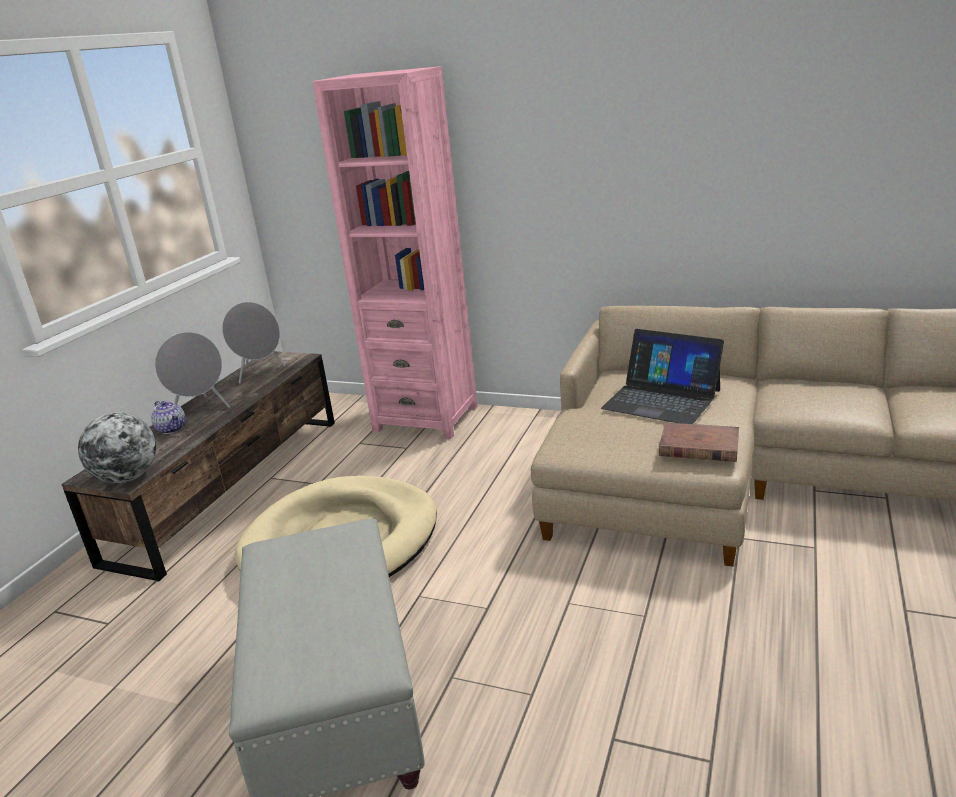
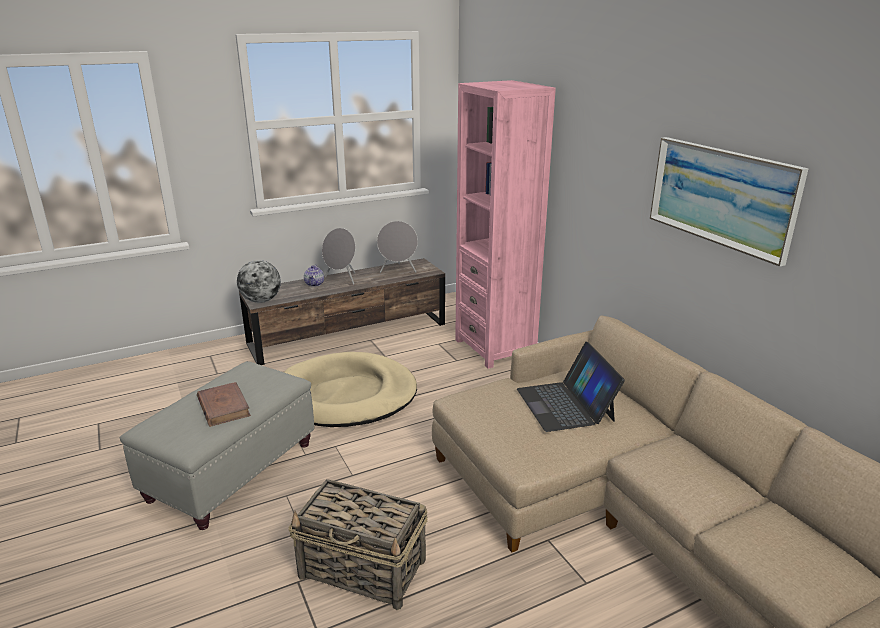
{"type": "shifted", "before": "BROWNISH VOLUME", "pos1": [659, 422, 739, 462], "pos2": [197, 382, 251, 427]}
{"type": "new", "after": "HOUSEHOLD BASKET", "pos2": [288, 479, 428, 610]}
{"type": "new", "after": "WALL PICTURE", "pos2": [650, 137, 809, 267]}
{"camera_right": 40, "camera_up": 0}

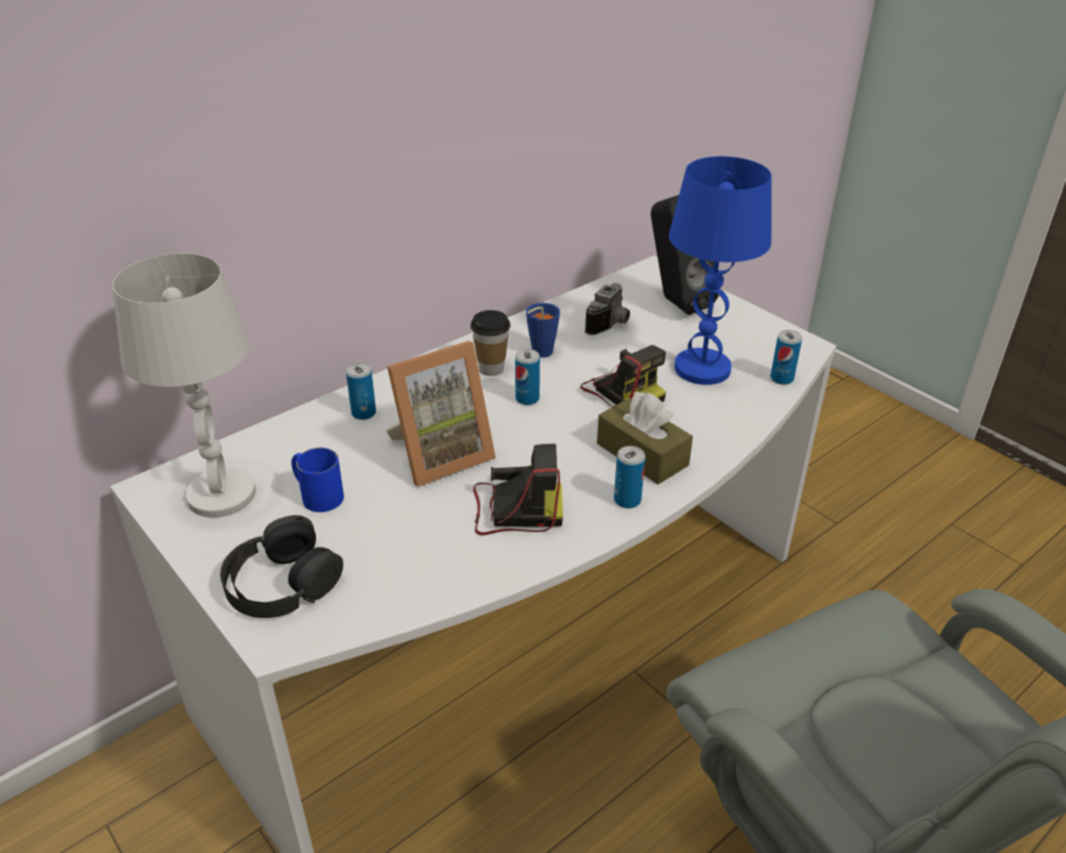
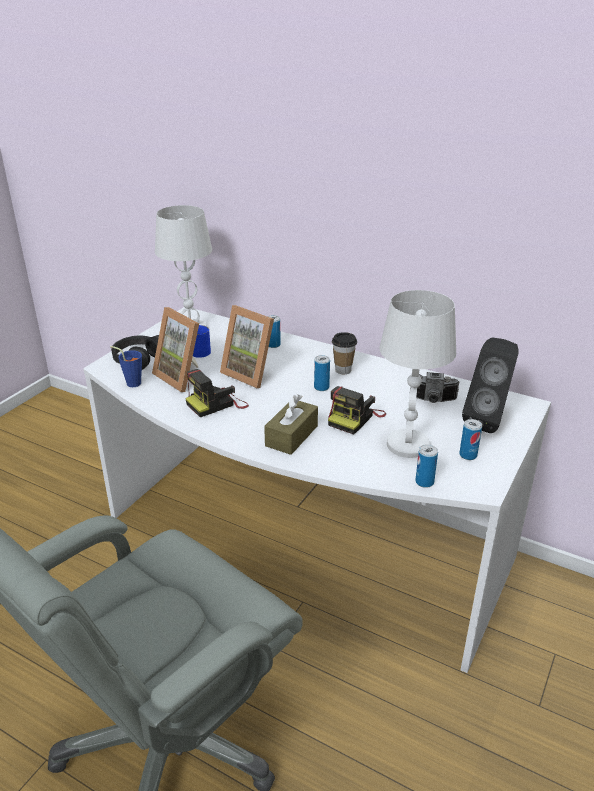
{"type": "rotated", "before": "STILL CAMERA", "pos1": [473, 444, 563, 535], "pos2": [185, 369, 249, 417], "turn": 75}
{"type": "shifted", "before": "BLUE-COLOURED DRINKING CUP", "pos1": [526, 303, 560, 358], "pos2": [110, 346, 142, 387]}
{"type": "shifted", "before": "METAL CAN", "pos1": [614, 446, 645, 509], "pos2": [459, 419, 482, 460]}
{"type": "repainted", "before": "BLUE-COLOURED TABLE LAMP", "after": "WHITE-COLOURED TABLE LAMP", "pos1": [669, 156, 772, 385], "pos2": [380, 290, 456, 458]}
{"type": "new", "after": "PICTURE FRAME", "pos2": [152, 307, 199, 392]}
{"camera_right": 70, "camera_up": -5}

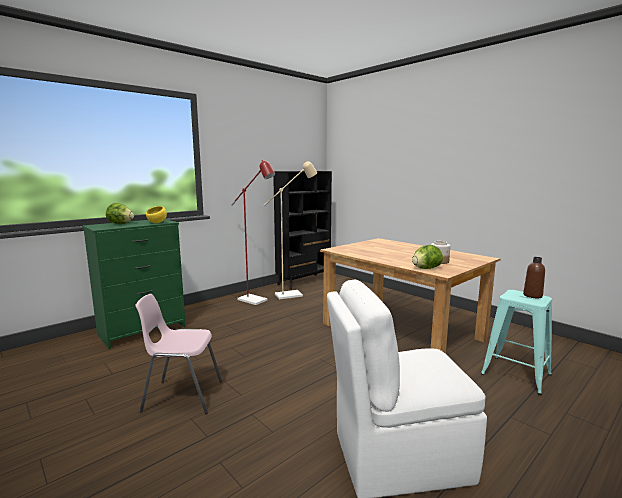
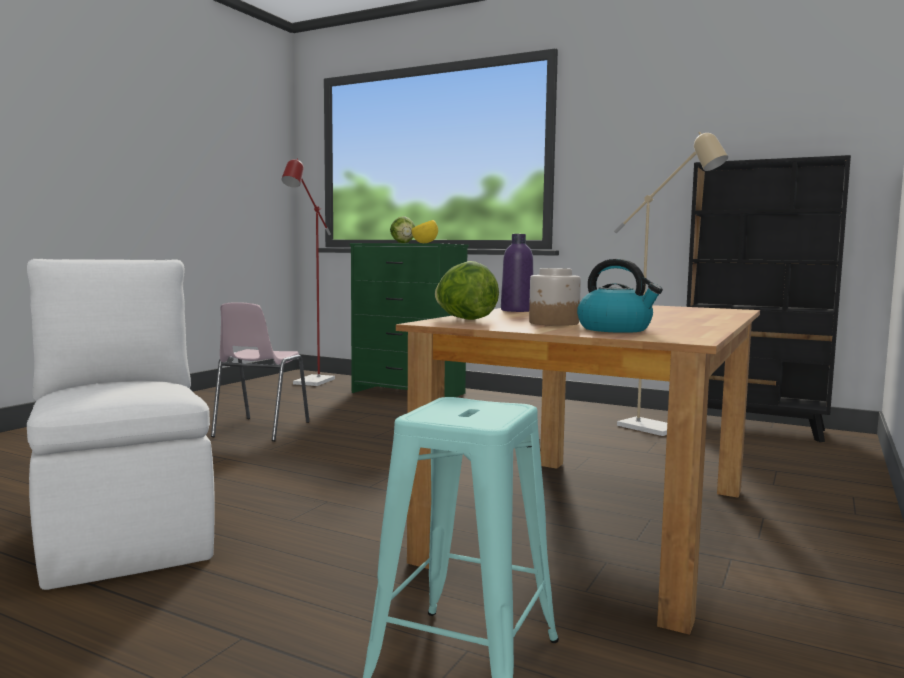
{"type": "rotated", "before": "PINK-COLOURED UPRIGHT CHAIR", "pos1": [136, 294, 222, 414], "pos2": [211, 302, 310, 441], "turn": -150}
{"type": "shifted", "before": "REDDISH STANDARD LAMP", "pos1": [231, 160, 275, 305], "pos2": [281, 158, 335, 386]}
{"type": "gone", "before": "BROWNISH BOTTLE", "pos1": [523, 257, 545, 298]}
{"type": "new", "after": "PURPLE BOTTLE", "pos2": [501, 234, 533, 312]}
{"type": "new", "after": "KETTLE", "pos2": [577, 259, 663, 333]}
{"camera_right": 70, "camera_up": -5}

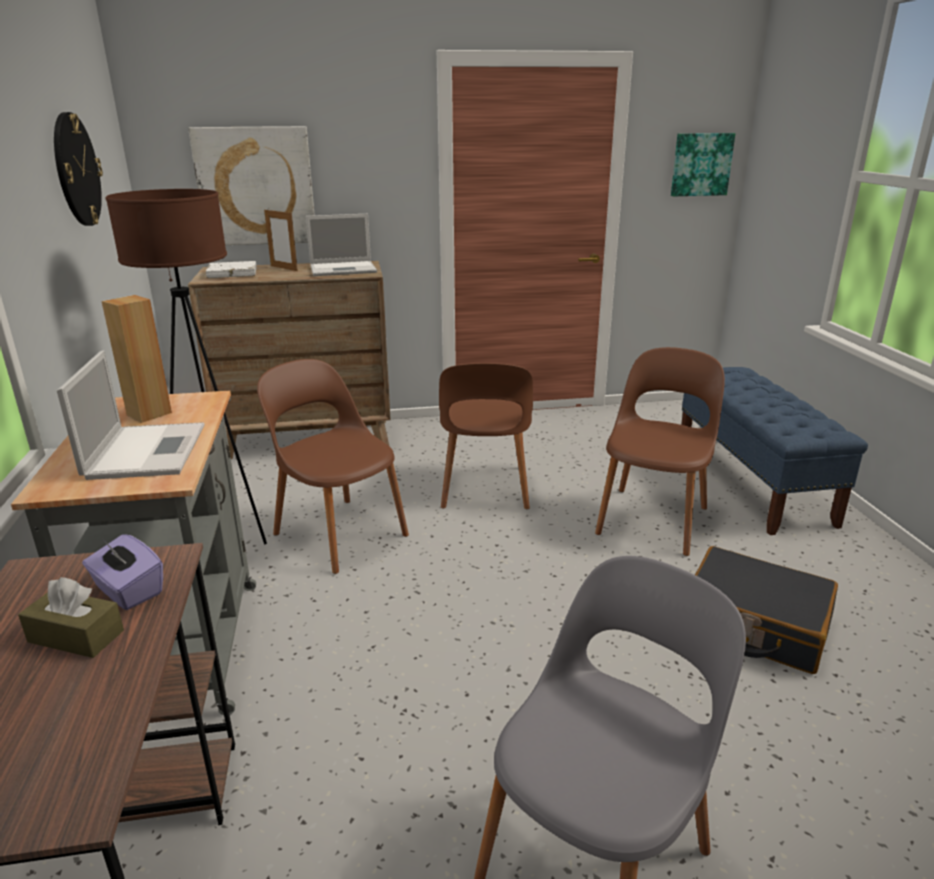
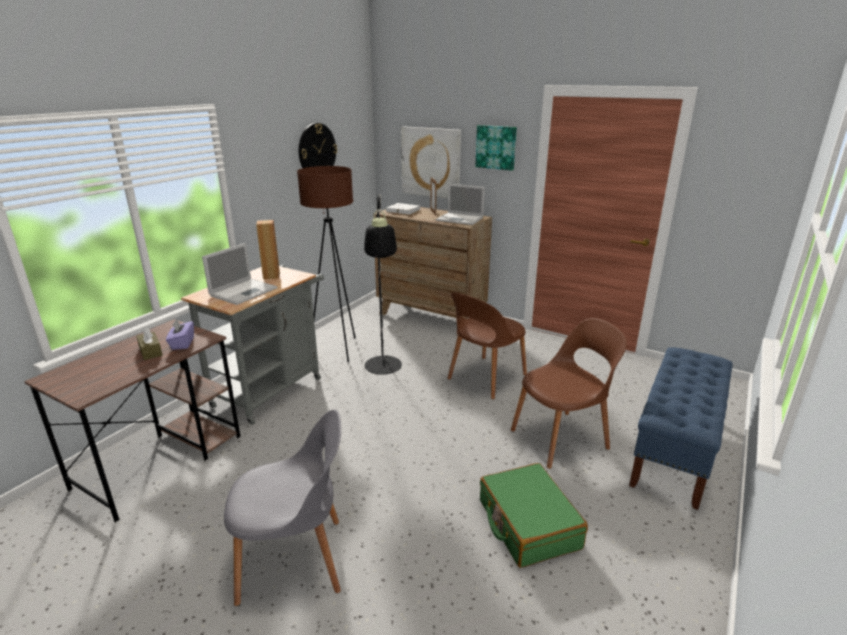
{"type": "swapped", "before": "BROWNISH UPRIGHT CHAIR", "after": "BLACK-COLOURED STANDARD LAMP", "pos1": [257, 359, 409, 574], "pos2": [364, 194, 402, 375]}
{"type": "shifted", "before": "WALL PICTURE", "pos1": [671, 133, 735, 196], "pos2": [475, 125, 517, 171]}
{"type": "repainted", "before": "BLACK-COLOURED PIECE OF LUGGAGE", "after": "GREEN PIECE OF LUGGAGE", "pos1": [695, 546, 838, 674], "pos2": [480, 463, 588, 568]}
{"camera_right": 40, "camera_up": 0}

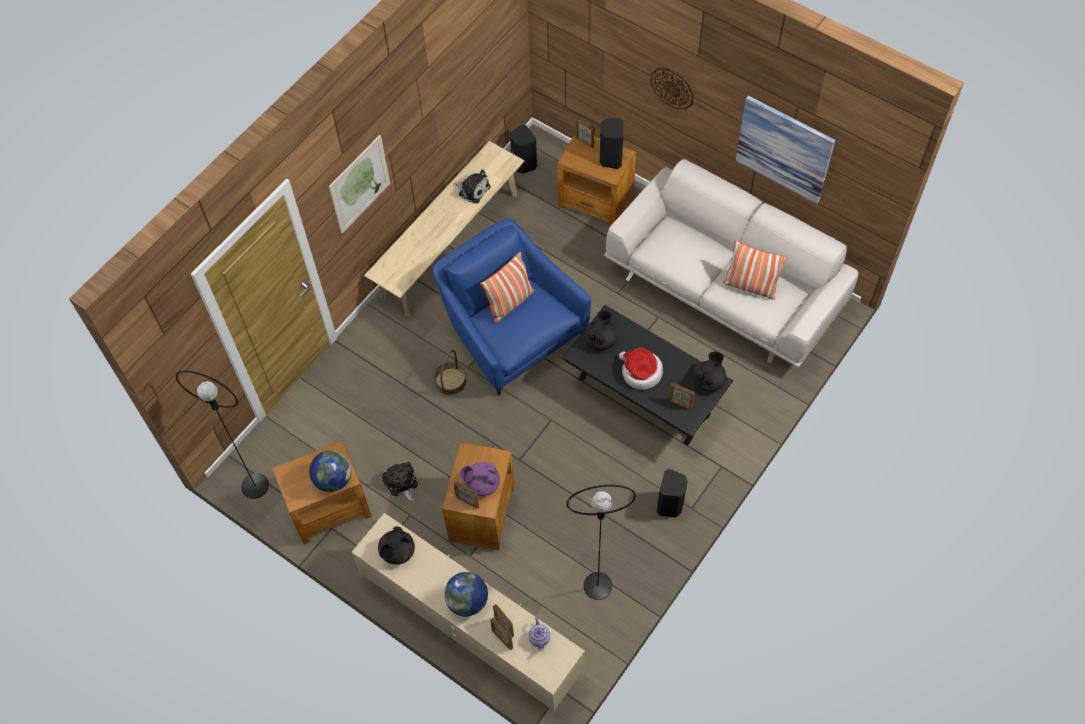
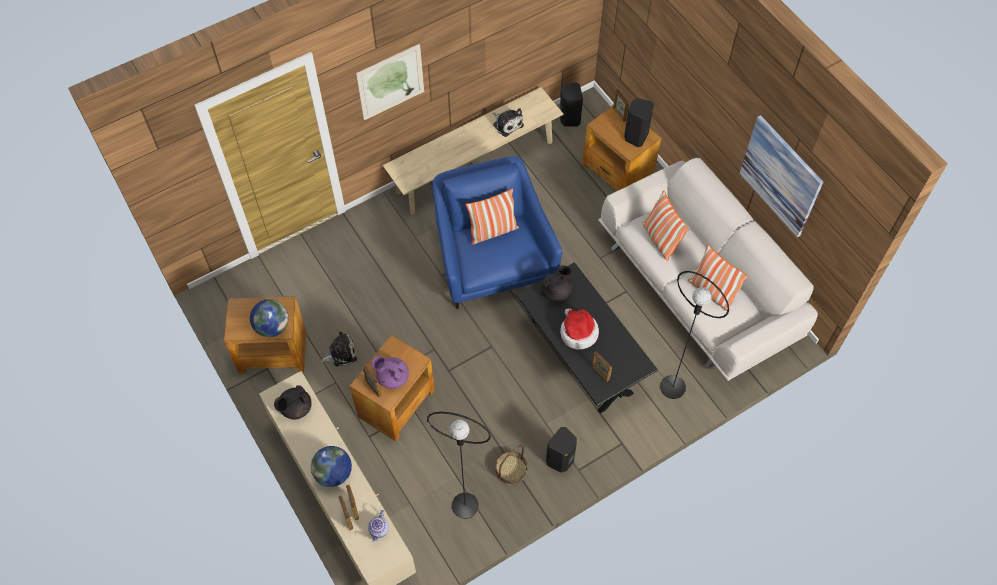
{"type": "shifted", "before": "BLACK-COLOURED STANDARD LAMP", "pos1": [176, 371, 269, 499], "pos2": [660, 271, 729, 399]}
{"type": "rotated", "before": "SOFT TOY", "pos1": [382, 462, 418, 502], "pos2": [321, 331, 357, 366], "turn": 75}
{"type": "shifted", "before": "HOUSEHOLD BASKET", "pos1": [434, 350, 467, 395], "pos2": [495, 445, 527, 485]}
{"type": "gone", "before": "HANGING CLOCK", "pos1": [650, 68, 694, 110]}
{"type": "gone", "before": "BLACK-COLOURED TEA POT", "pos1": [692, 351, 726, 392]}
{"type": "new", "after": "CUSHION", "pos2": [642, 191, 689, 261]}
{"camera_right": 20, "camera_up": 0}

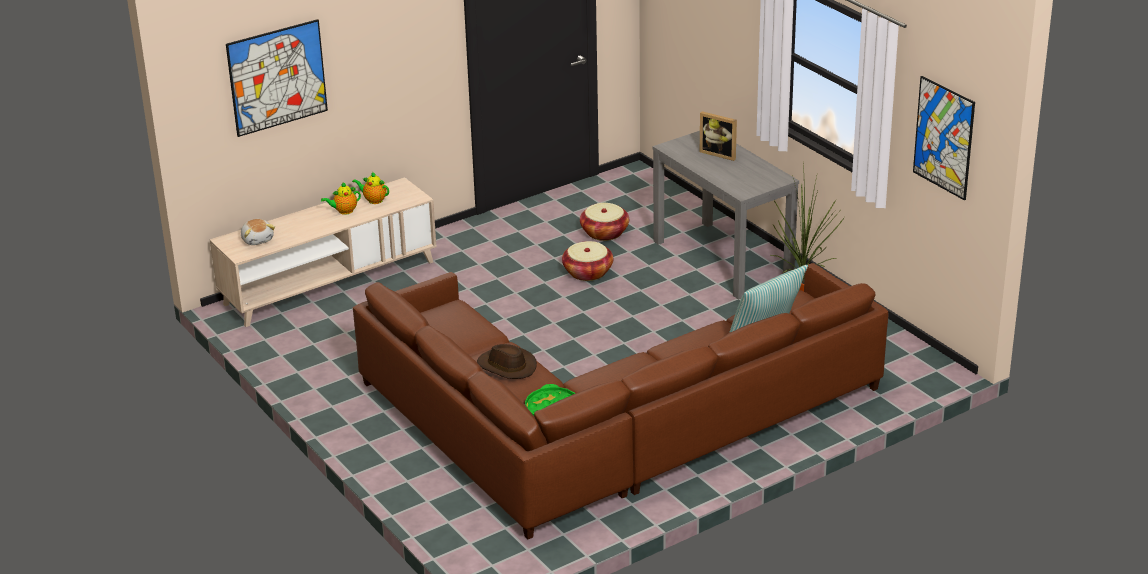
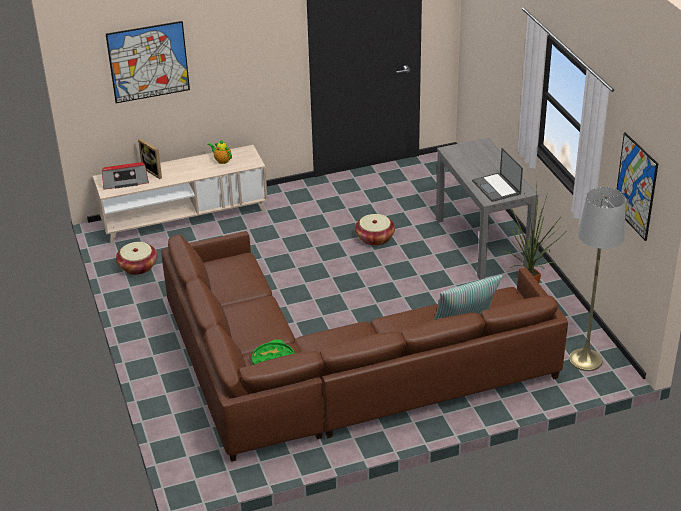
{"type": "swapped", "before": "SOFT TOY", "after": "RADIO SET", "pos1": [241, 219, 275, 245], "pos2": [102, 162, 149, 189]}
{"type": "gone", "before": "TEA POT", "pos1": [321, 182, 361, 215]}
{"type": "gone", "before": "BROWNISH HAT", "pos1": [477, 344, 537, 379]}
{"type": "shifted", "before": "HOUSEHOLD BASKET", "pos1": [580, 203, 629, 241], "pos2": [116, 242, 157, 275]}
{"type": "shifted", "before": "PICTURE FRAME", "pos1": [700, 111, 737, 161], "pos2": [138, 138, 162, 179]}
{"type": "new", "after": "PORTABLE COMPUTER", "pos2": [472, 148, 523, 202]}
{"type": "new", "after": "GREY STANDARD LAMP", "pos2": [569, 187, 626, 371]}
{"camera_right": 15, "camera_up": 5}

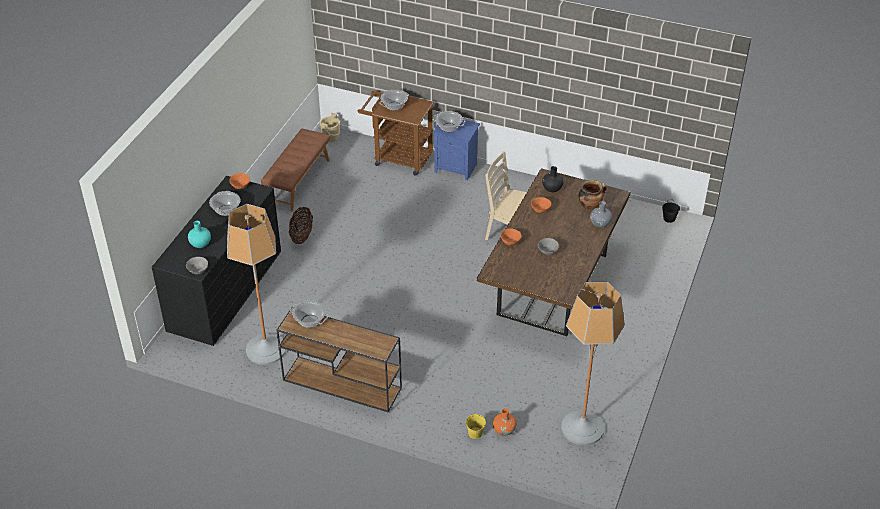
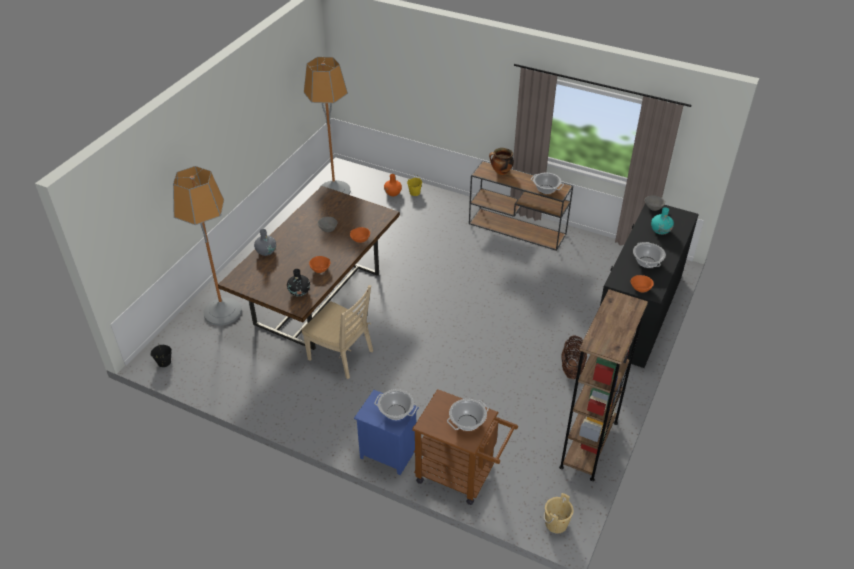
{"type": "shifted", "before": "STANDARD LAMP", "pos1": [227, 204, 286, 365], "pos2": [173, 166, 242, 326]}
{"type": "swapped", "before": "BROWNISH LONG SEAT", "after": "BROWNISH BOOKCASE", "pos1": [261, 129, 330, 212], "pos2": [559, 289, 648, 481]}
{"type": "shifted", "before": "SAUCEPOT", "pos1": [579, 180, 607, 210], "pos2": [489, 148, 514, 175]}
{"camera_right": -175, "camera_up": 0}

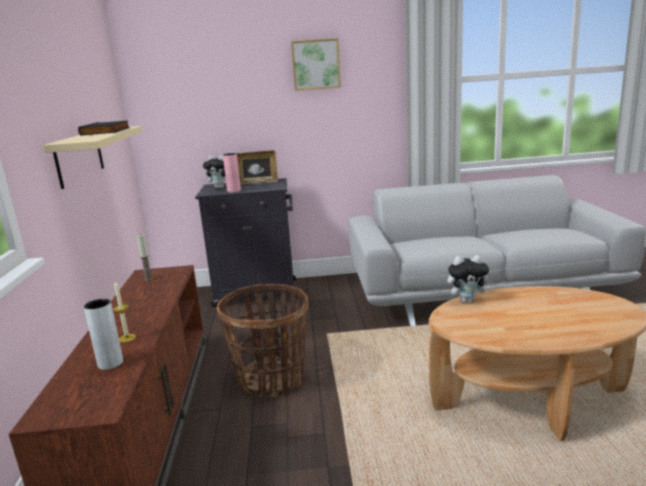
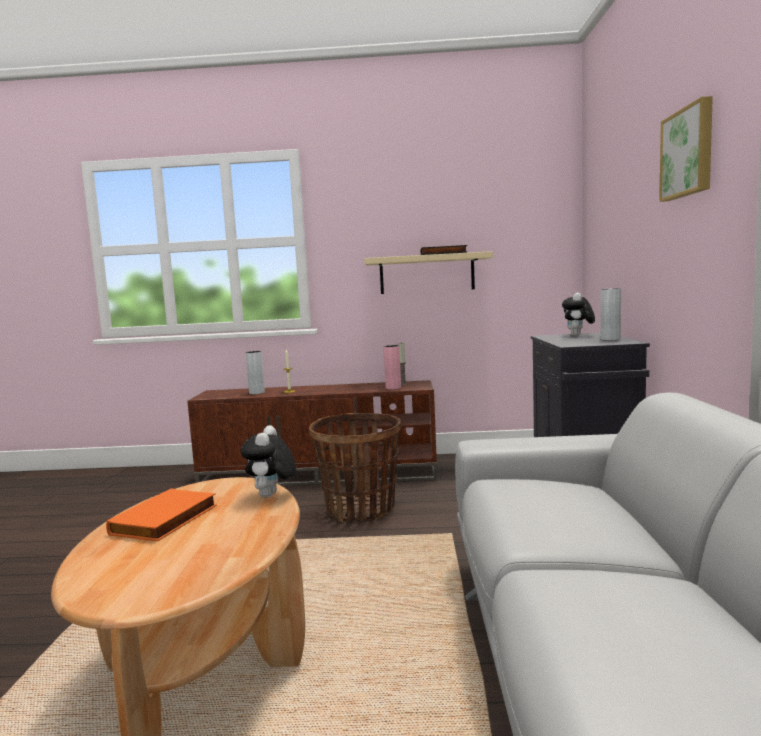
{"type": "shifted", "before": "PINK-COLOURED DECORATIVE VASE", "pos1": [223, 153, 241, 192], "pos2": [384, 345, 401, 389]}
{"type": "swapped", "before": "PICTURE FRAME", "after": "GREY DECORATIVE VASE", "pos1": [237, 150, 278, 184], "pos2": [601, 288, 621, 341]}
{"type": "new", "after": "ORANGEY VOLUME", "pos2": [106, 488, 217, 542]}
{"camera_right": 95, "camera_up": -10}

